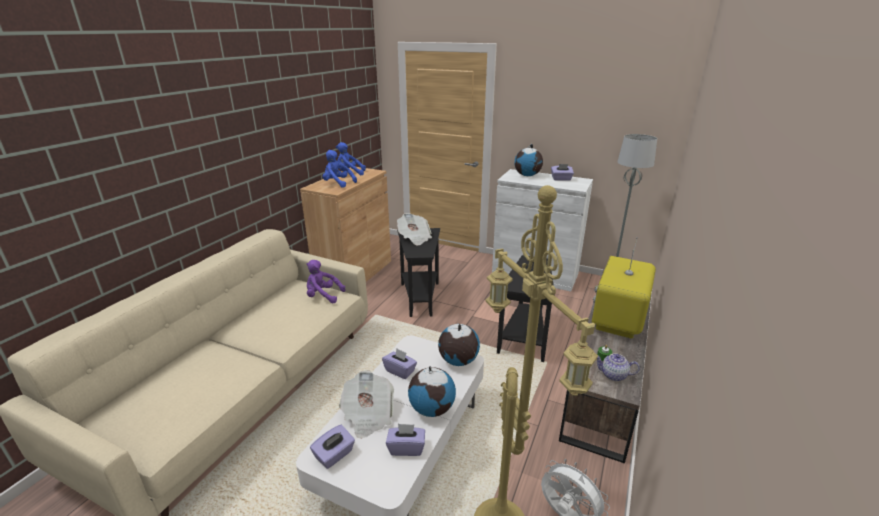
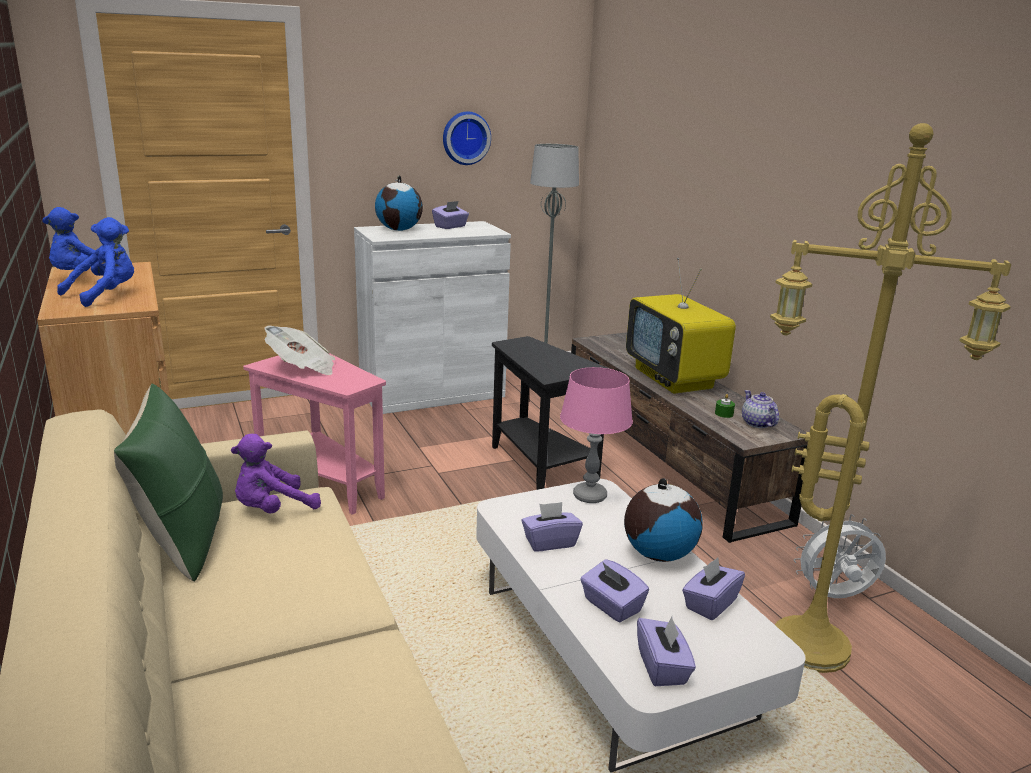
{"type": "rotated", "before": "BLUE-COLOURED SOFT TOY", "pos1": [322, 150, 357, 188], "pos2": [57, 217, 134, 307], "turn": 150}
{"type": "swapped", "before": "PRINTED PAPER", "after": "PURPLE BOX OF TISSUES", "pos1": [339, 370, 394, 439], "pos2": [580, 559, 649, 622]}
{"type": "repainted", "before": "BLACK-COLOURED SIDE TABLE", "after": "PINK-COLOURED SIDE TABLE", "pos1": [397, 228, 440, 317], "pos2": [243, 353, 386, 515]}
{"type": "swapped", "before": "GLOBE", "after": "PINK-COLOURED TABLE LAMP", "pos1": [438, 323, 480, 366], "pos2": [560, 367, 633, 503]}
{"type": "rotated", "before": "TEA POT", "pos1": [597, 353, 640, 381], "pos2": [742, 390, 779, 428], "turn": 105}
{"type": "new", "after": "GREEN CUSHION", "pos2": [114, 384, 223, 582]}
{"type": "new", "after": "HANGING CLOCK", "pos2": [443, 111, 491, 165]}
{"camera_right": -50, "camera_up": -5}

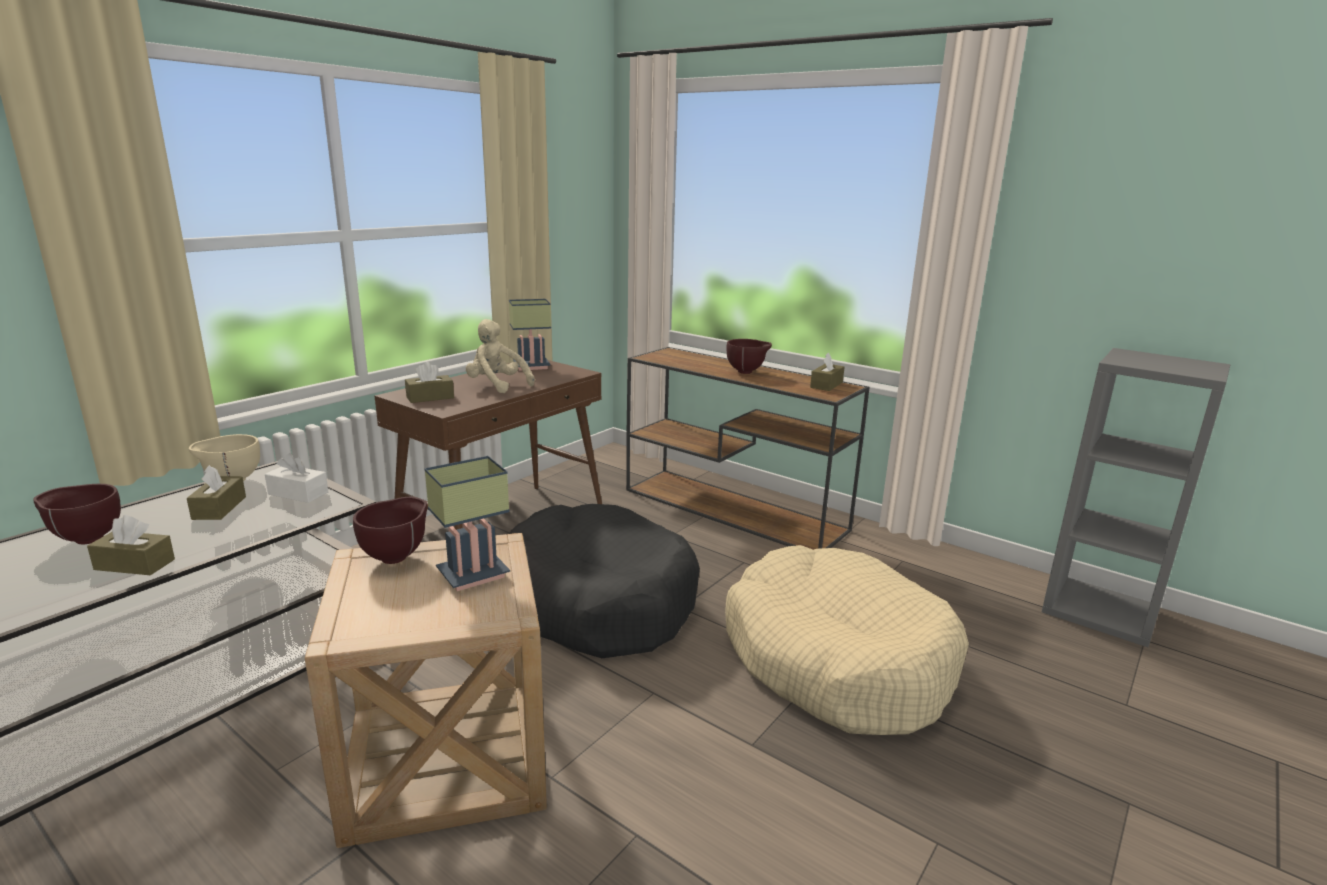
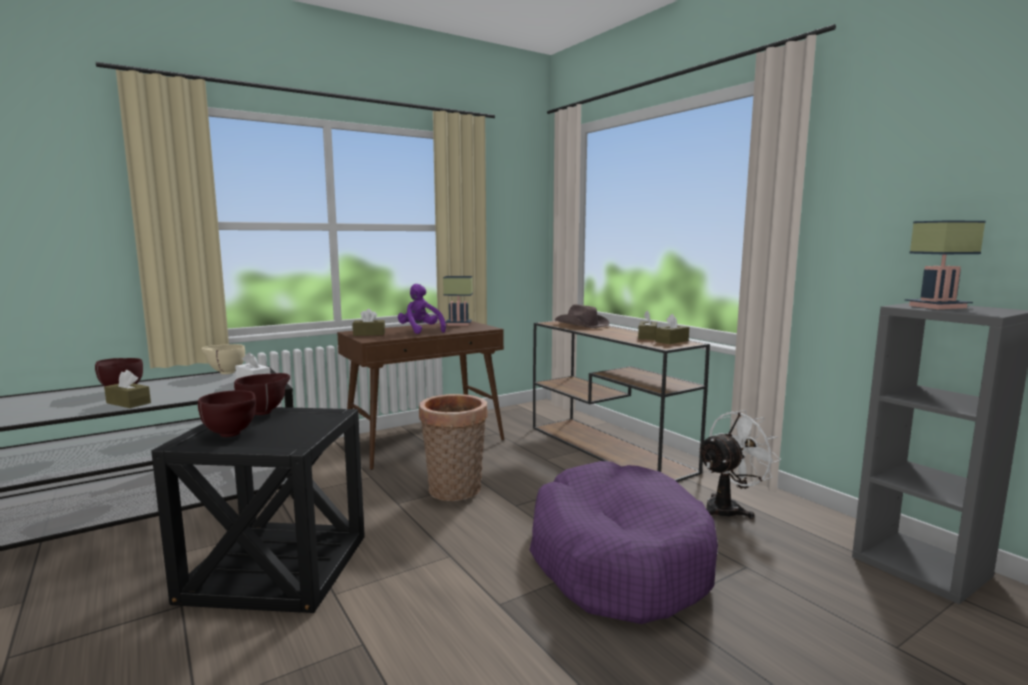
{"type": "shifted", "before": "BROWNISH BOX OF TISSUES", "pos1": [187, 465, 246, 520], "pos2": [638, 311, 657, 340]}
{"type": "repainted", "before": "SAND-COLOURED SIDE TABLE", "after": "BLACK-COLOURED SIDE TABLE", "pos1": [305, 533, 547, 848], "pos2": [151, 407, 365, 613]}
{"type": "shifted", "before": "TABLE LAMP", "pos1": [424, 456, 510, 591], "pos2": [905, 220, 986, 309]}
{"type": "repainted", "before": "SAND-COLOURED SOFT TOY", "after": "PURPLE SOFT TOY", "pos1": [466, 319, 535, 393], "pos2": [398, 284, 446, 334]}
{"type": "swapped", "before": "BLACK-COLOURED PET BED", "after": "HOUSEHOLD BASKET", "pos1": [510, 504, 700, 658], "pos2": [419, 394, 488, 501]}
{"type": "repainted", "before": "SAND-COLOURED PET BED", "after": "PURPLE PET BED", "pos1": [725, 545, 969, 735], "pos2": [530, 461, 718, 624]}
{"type": "shifted", "before": "BROWNISH DEEP DISH", "pos1": [726, 339, 772, 374], "pos2": [198, 390, 256, 437]}
{"type": "new", "after": "BROWNISH HAT", "pos2": [555, 304, 610, 328]}
{"type": "new", "after": "WHITE-COLOURED ELECTRIC FAN", "pos2": [697, 410, 781, 519]}
{"camera_right": 20, "camera_up": -10}

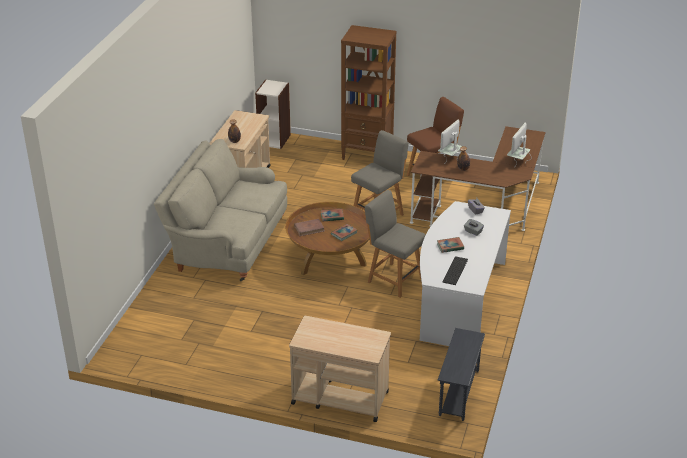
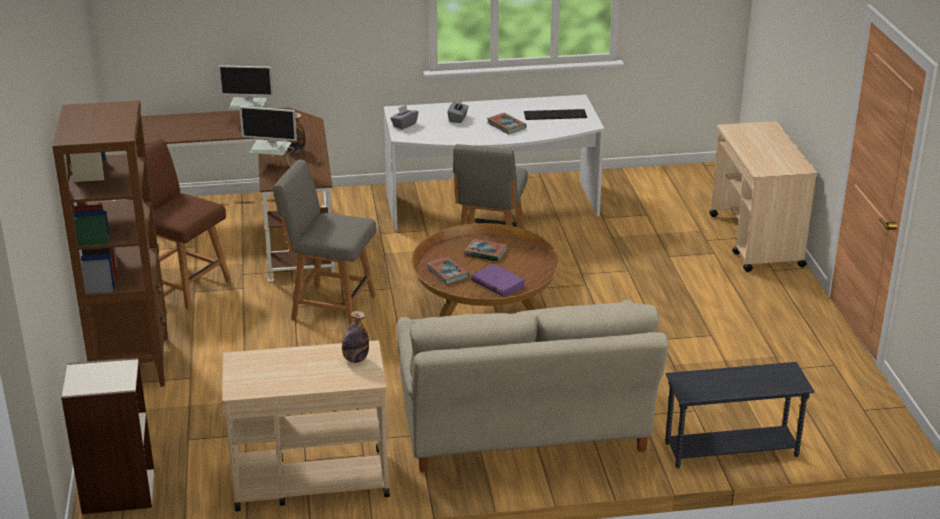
{"type": "repainted", "before": "BROWNISH VOLUME", "after": "PURPLE VOLUME", "pos1": [294, 219, 325, 236], "pos2": [471, 264, 525, 297]}
{"type": "shifted", "before": "GREY SIDE TABLE", "pos1": [438, 328, 485, 421], "pos2": [665, 362, 815, 468]}
{"camera_right": -115, "camera_up": -5}

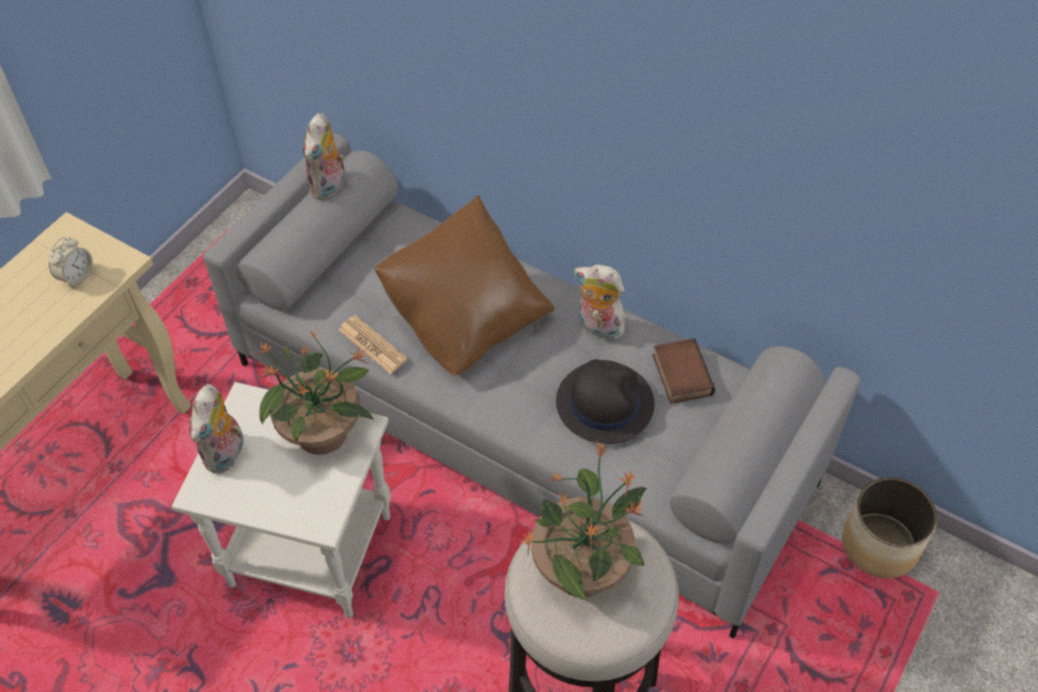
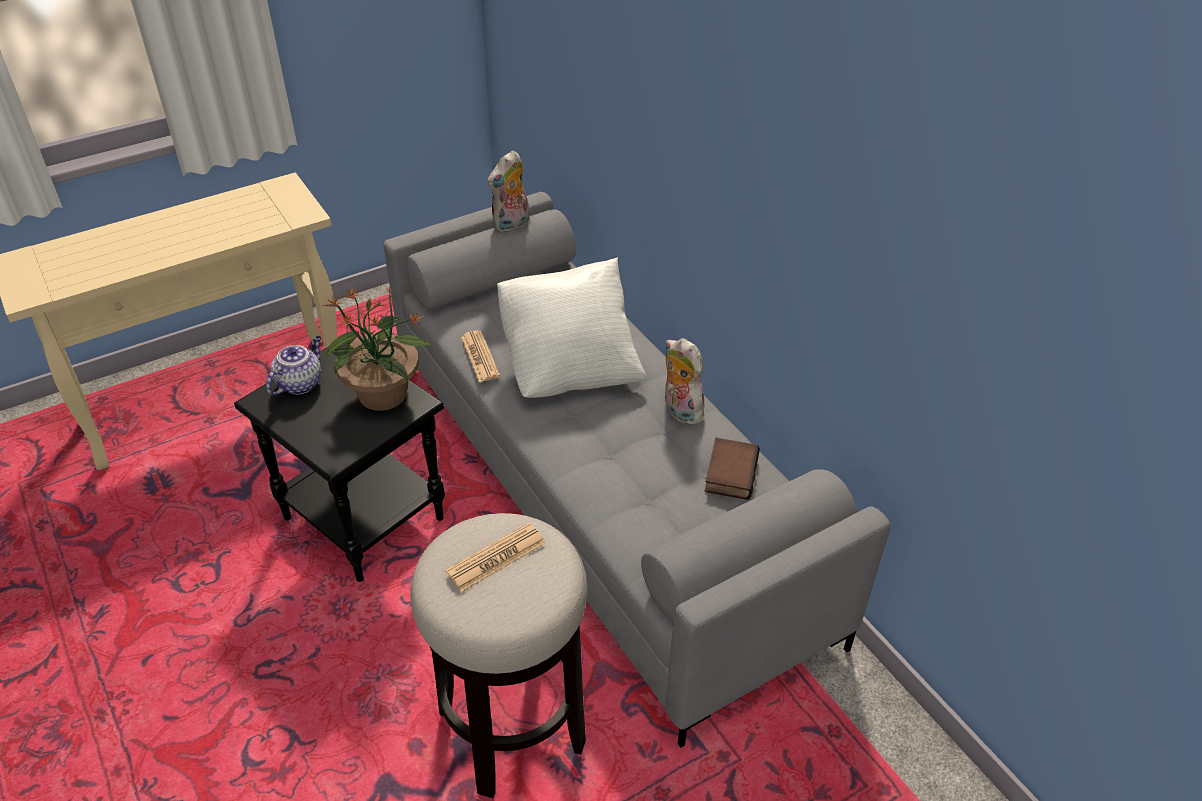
{"type": "gone", "before": "BEDSIDE CLOCK", "pos1": [49, 237, 93, 288]}
{"type": "repainted", "before": "WHITE-COLOURED SIDE TABLE", "after": "BLACK-COLOURED SIDE TABLE", "pos1": [172, 382, 391, 618], "pos2": [234, 347, 445, 582]}
{"type": "swapped", "before": "SOFT TOY", "after": "TEA POT", "pos1": [189, 384, 244, 474], "pos2": [266, 336, 321, 395]}
{"type": "repainted", "before": "BROWNISH CUSHION", "after": "WHITE-COLOURED CUSHION", "pos1": [374, 195, 554, 375], "pos2": [497, 257, 647, 398]}
{"type": "swapped", "before": "PLANT IN A POT", "after": "PRINTED PAPER", "pos1": [518, 441, 647, 600], "pos2": [445, 523, 546, 592]}
{"type": "gone", "before": "BLACK-COLOURED HAT", "pos1": [556, 359, 654, 444]}
{"type": "gone", "before": "FLOWER POT", "pos1": [842, 477, 937, 578]}
{"camera_right": 25, "camera_up": -10}

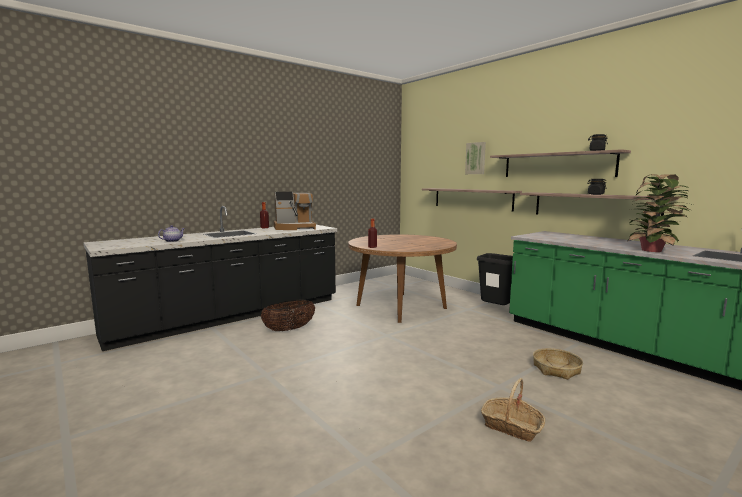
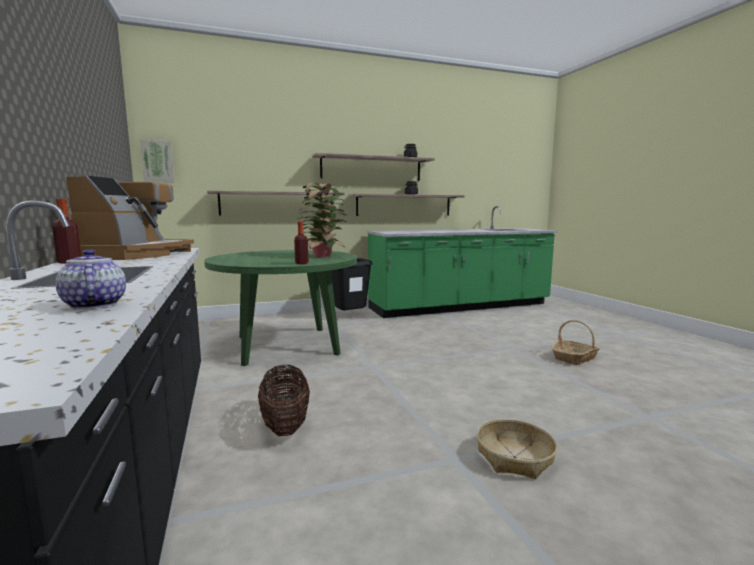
{"type": "repainted", "before": "BROWNISH DINNER TABLE", "after": "GREEN DINNER TABLE", "pos1": [348, 234, 457, 323], "pos2": [204, 250, 357, 366]}
{"type": "shifted", "before": "WALL PICTURE", "pos1": [465, 142, 486, 174], "pos2": [140, 140, 175, 183]}
{"type": "shifted", "before": "HOUSEHOLD BASKET", "pos1": [533, 348, 583, 380], "pos2": [477, 419, 557, 479]}
{"type": "shifted", "before": "PLANT IN A POT", "pos1": [627, 174, 693, 252], "pos2": [297, 183, 346, 257]}
{"camera_right": -70, "camera_up": 0}

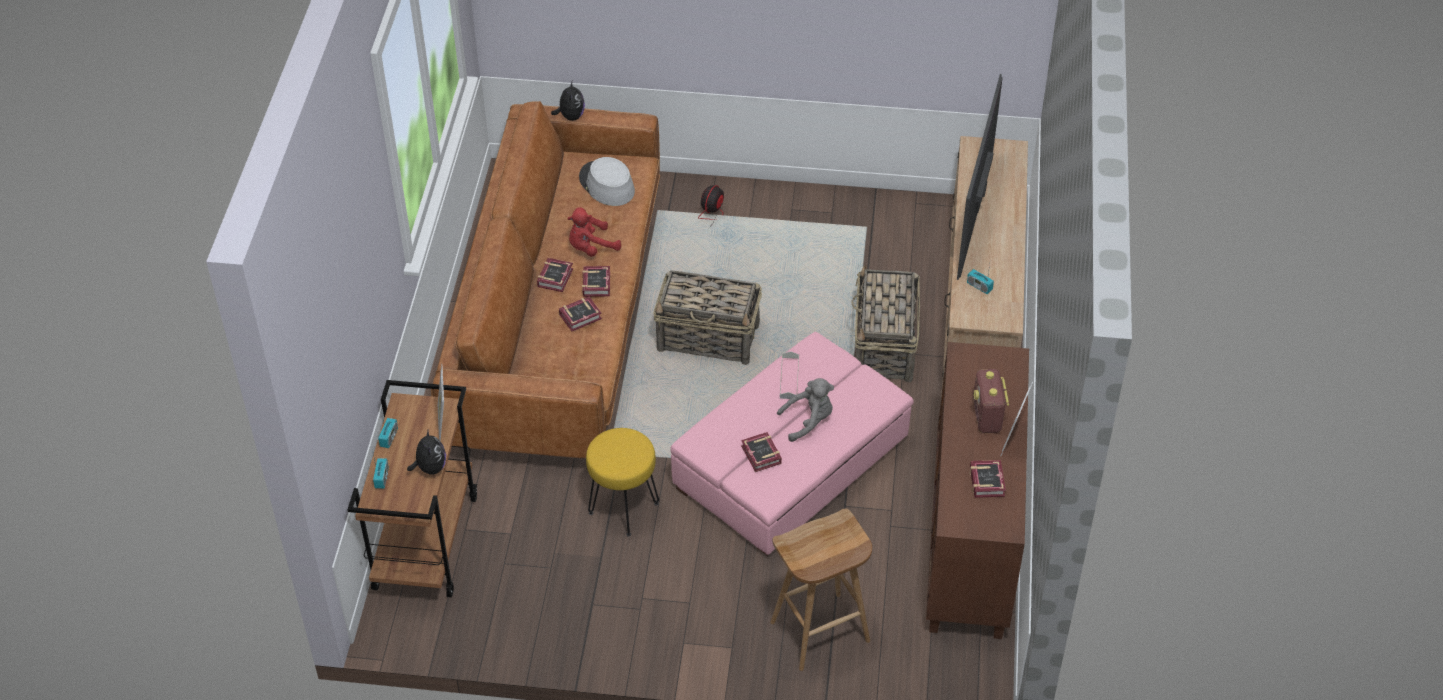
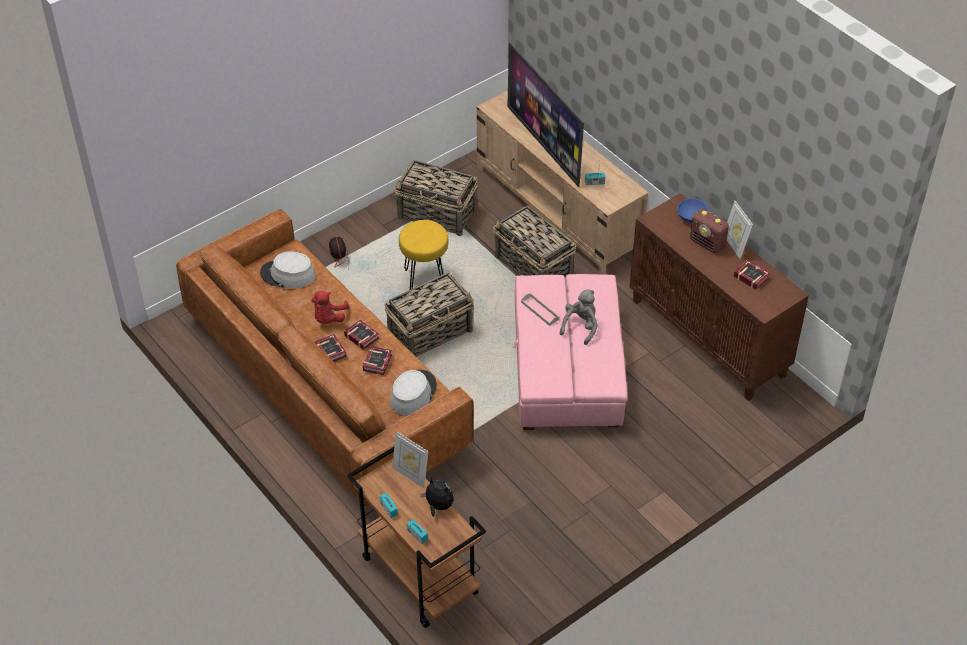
{"type": "gone", "before": "SOFT TOY", "pos1": [551, 82, 585, 121]}
{"type": "shifted", "before": "YELLOW STOOL", "pos1": [586, 428, 659, 537], "pos2": [399, 220, 449, 290]}
{"type": "gone", "before": "VOLUME", "pos1": [741, 432, 782, 472]}
{"type": "gone", "before": "BROWNISH STOOL", "pos1": [770, 509, 872, 671]}
{"type": "new", "after": "GREY HAT", "pos2": [390, 370, 437, 416]}
{"type": "new", "after": "HOUSEHOLD BASKET", "pos2": [394, 160, 478, 236]}
{"type": "new", "after": "BLUE-COLOURED DEEP DISH", "pos2": [677, 198, 708, 223]}
{"camera_right": -45, "camera_up": 0}

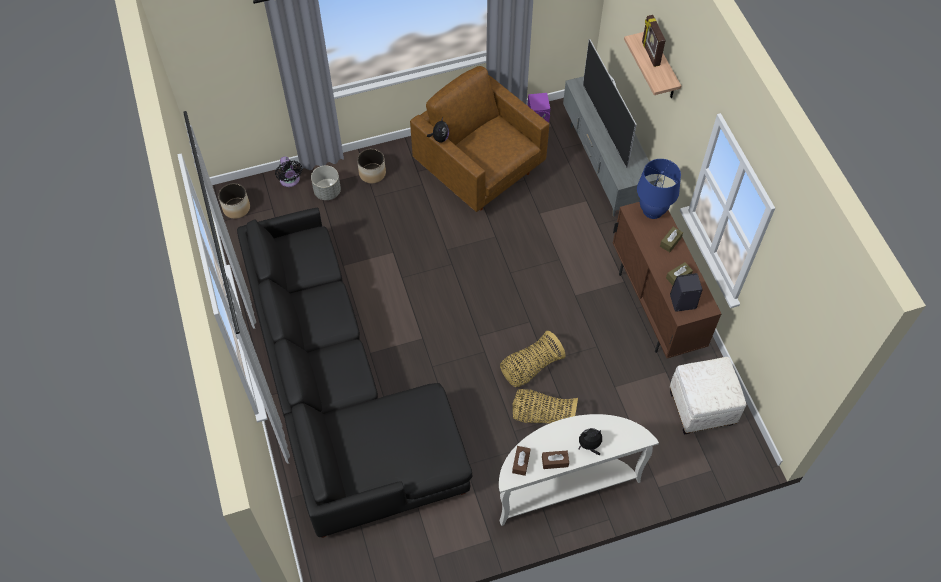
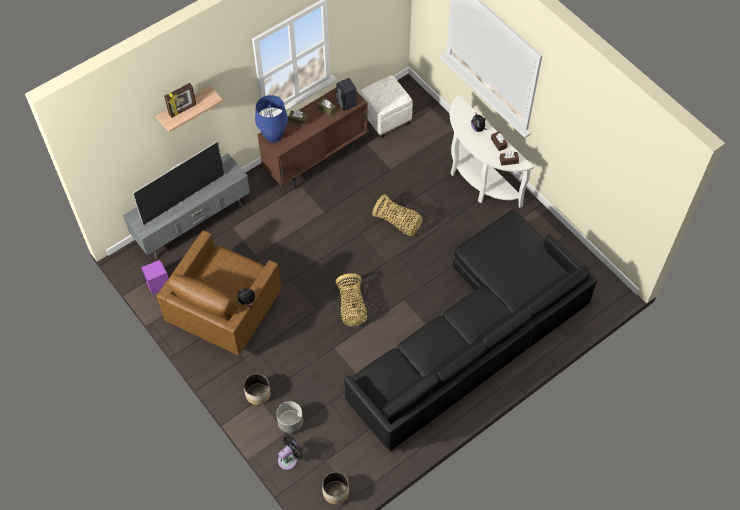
{"type": "shifted", "before": "HOUSEHOLD BASKET", "pos1": [513, 389, 578, 423], "pos2": [336, 273, 367, 326]}
{"camera_right": -110, "camera_up": 0}

